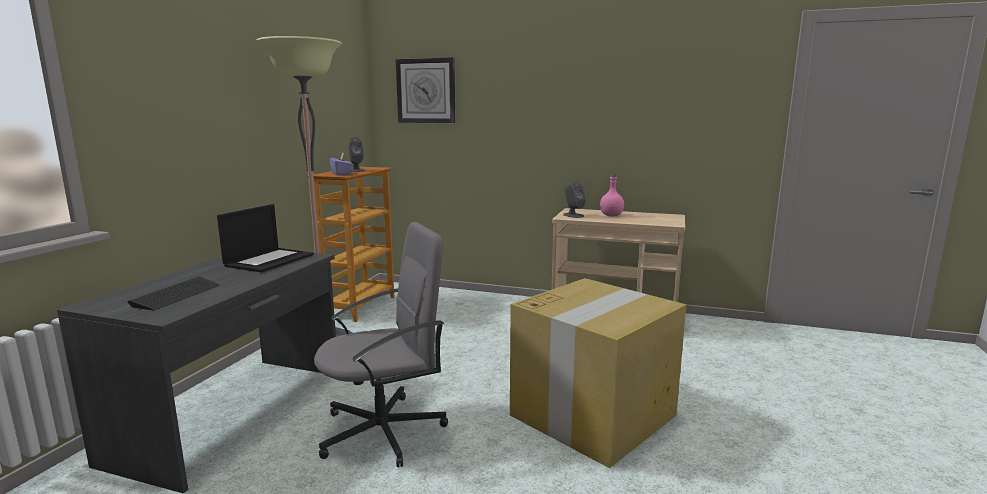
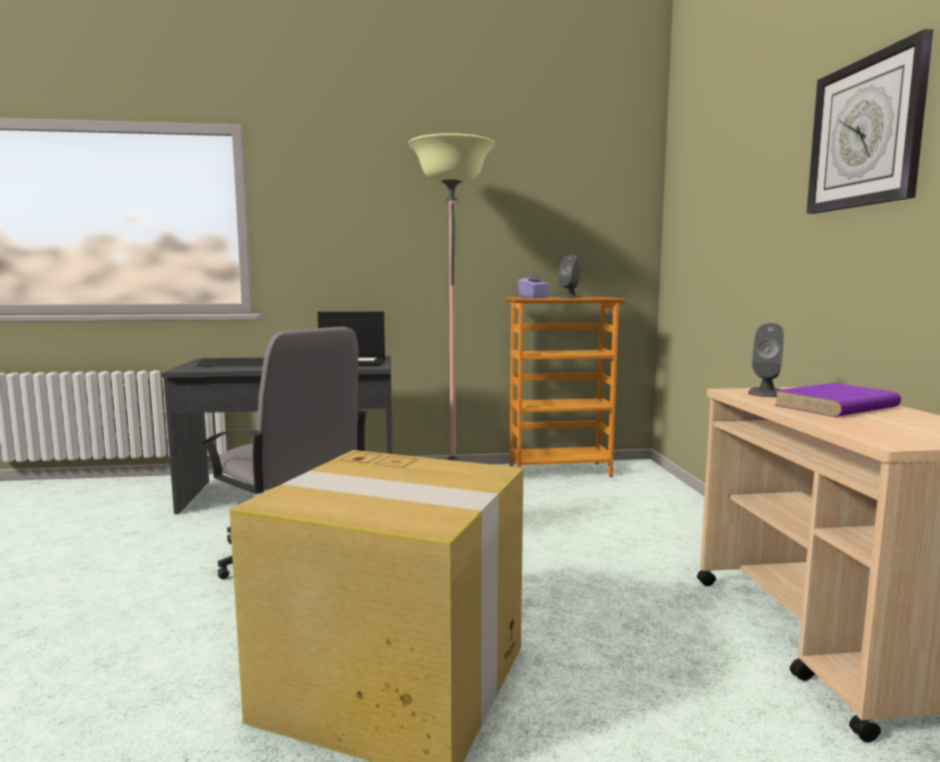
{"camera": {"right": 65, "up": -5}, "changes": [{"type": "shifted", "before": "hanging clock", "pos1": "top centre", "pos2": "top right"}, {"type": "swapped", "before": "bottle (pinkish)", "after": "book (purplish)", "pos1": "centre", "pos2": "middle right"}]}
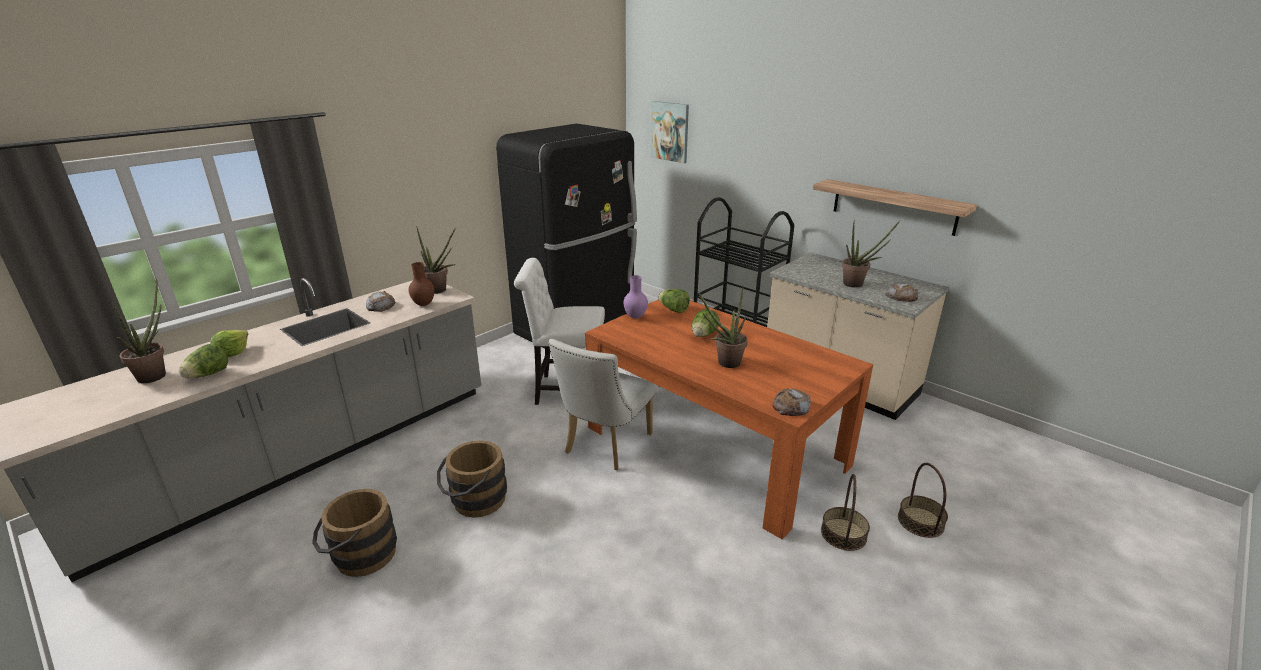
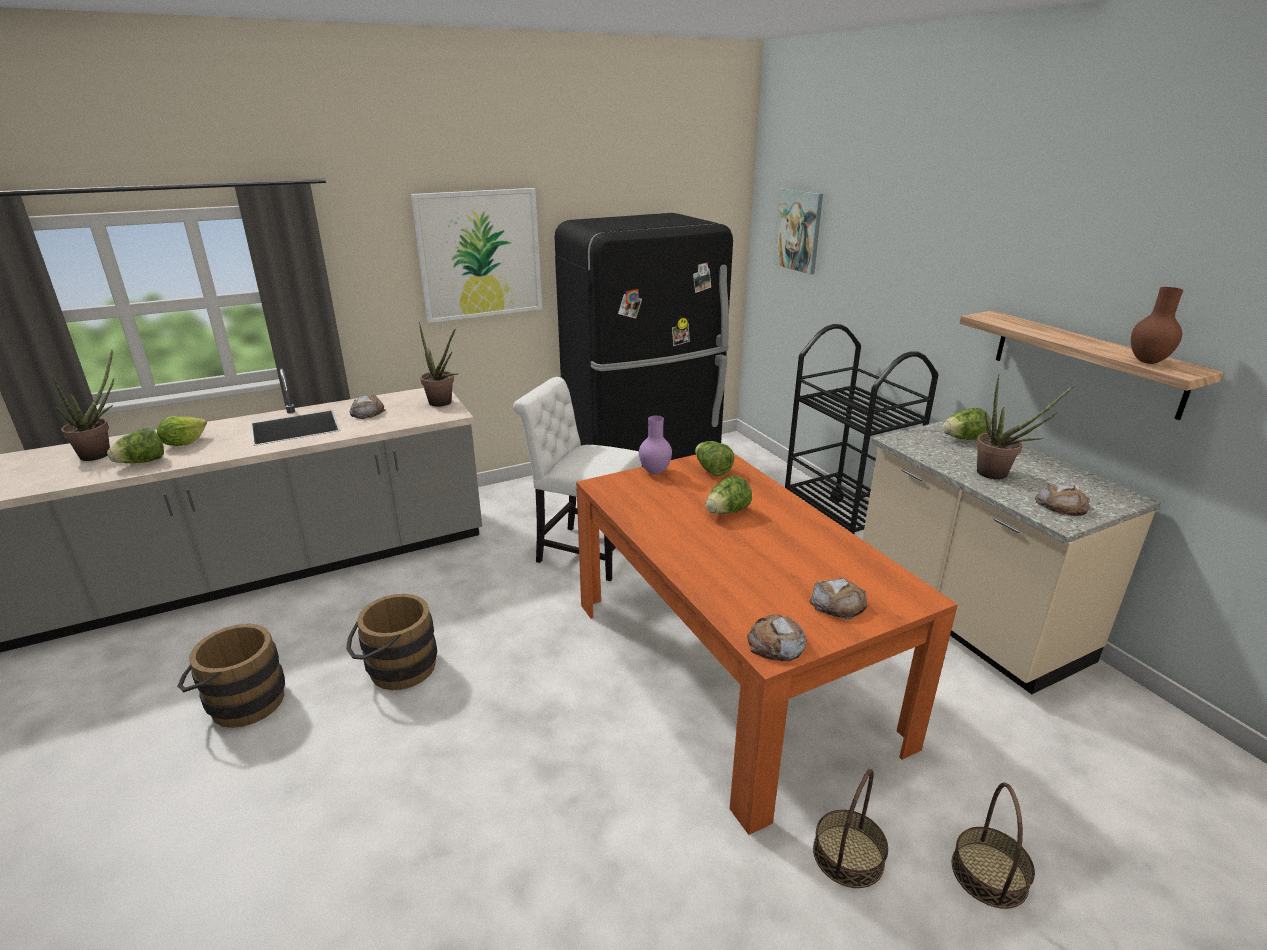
{"camera": {"right": 20, "up": 0}, "changes": [{"type": "shifted", "before": "decorative vase (brown-coloured)", "pos1": "centre", "pos2": "middle right"}, {"type": "gone", "before": "upright chair (white-coloured) (no. 2 from left)", "pos1": "centre"}, {"type": "gone", "before": "houseplant (no. 3 from left)", "pos1": "centre"}, {"type": "new", "after": "picture (no. 1 from left)", "pos2": "top centre"}, {"type": "new", "after": "baked bread (no. 3 from left)", "pos2": "centre"}, {"type": "new", "after": "head of lettuce (no. 5 from left)", "pos2": "middle right"}]}
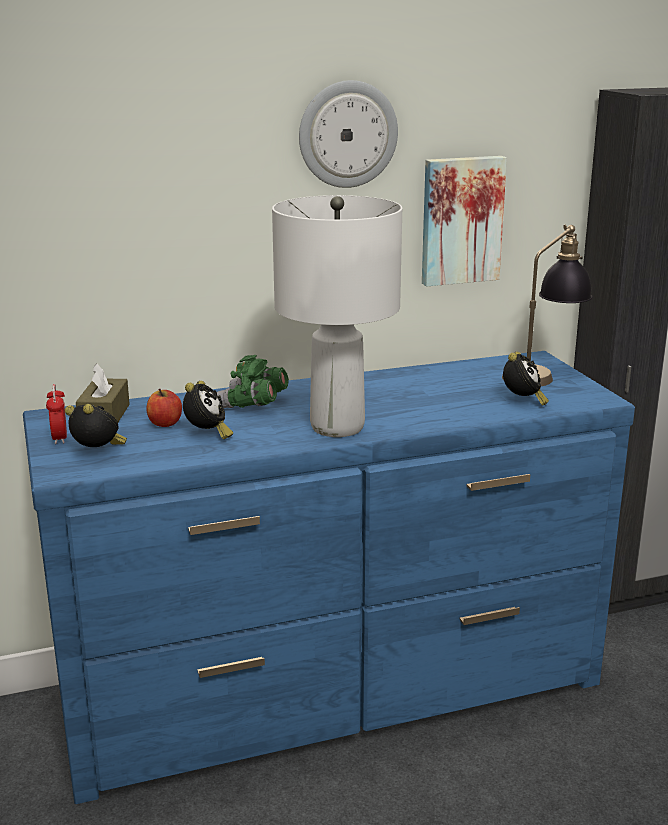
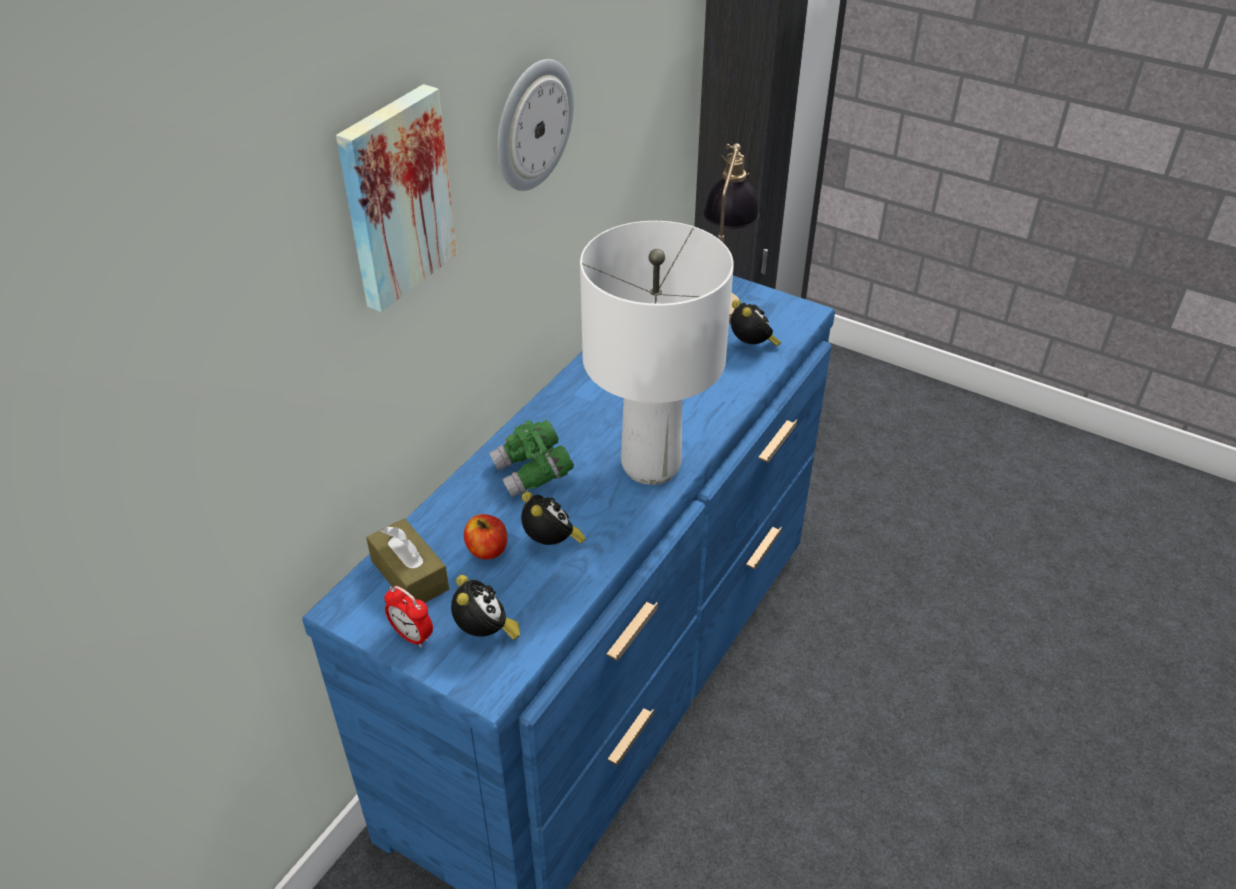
{"camera": {"right": -40, "up": 20}, "changes": [{"type": "rotated", "before": "bedside clock (no. 2 from left)", "pos1": "middle left", "pos2": "bottom centre", "turn": 90}, {"type": "shifted", "before": "picture", "pos1": "top right", "pos2": "top left"}]}
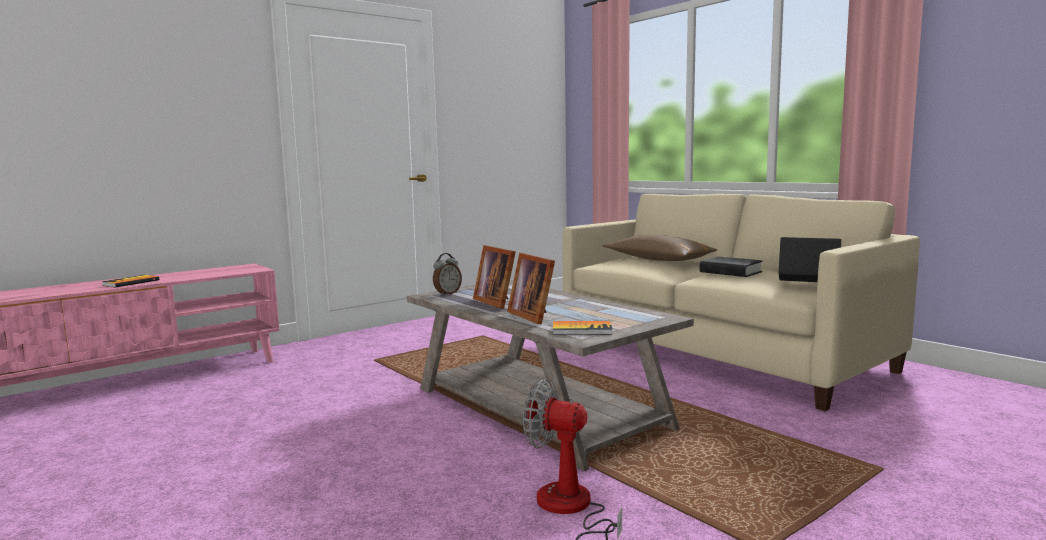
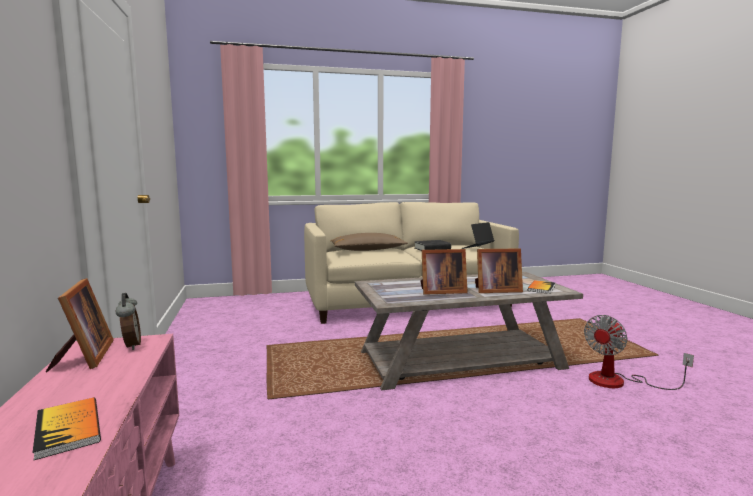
{"camera": {"right": -65, "up": 0}, "changes": [{"type": "shifted", "before": "bedside clock", "pos1": "centre", "pos2": "middle left"}, {"type": "new", "after": "photo frame (no. 1 from left)", "pos2": "middle left"}]}
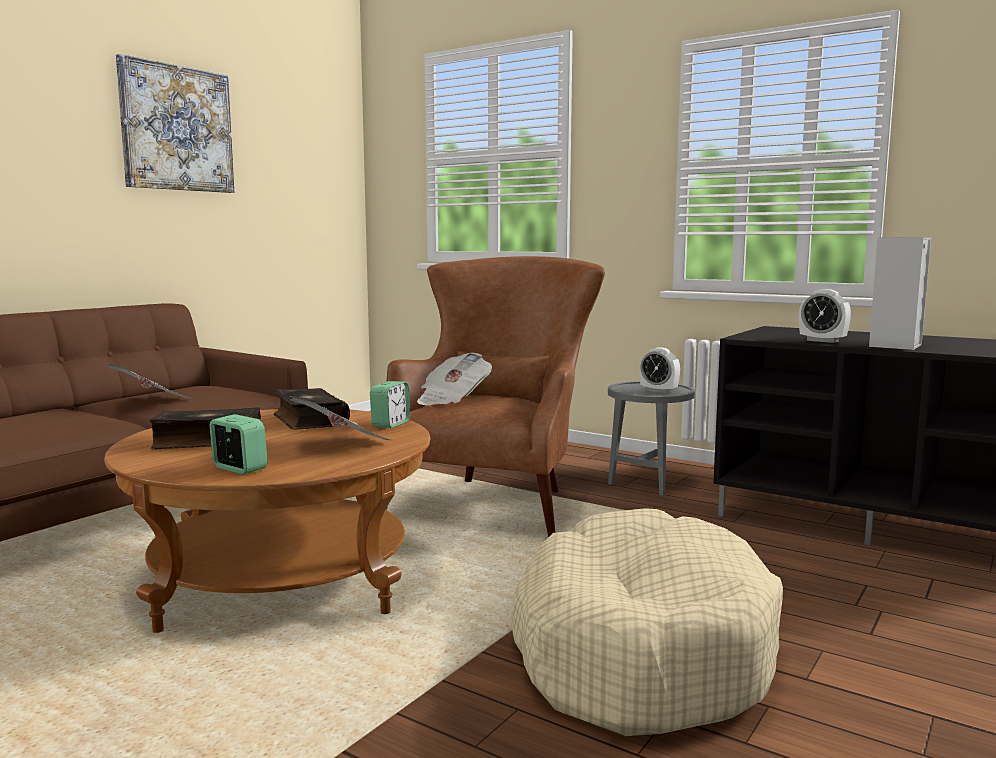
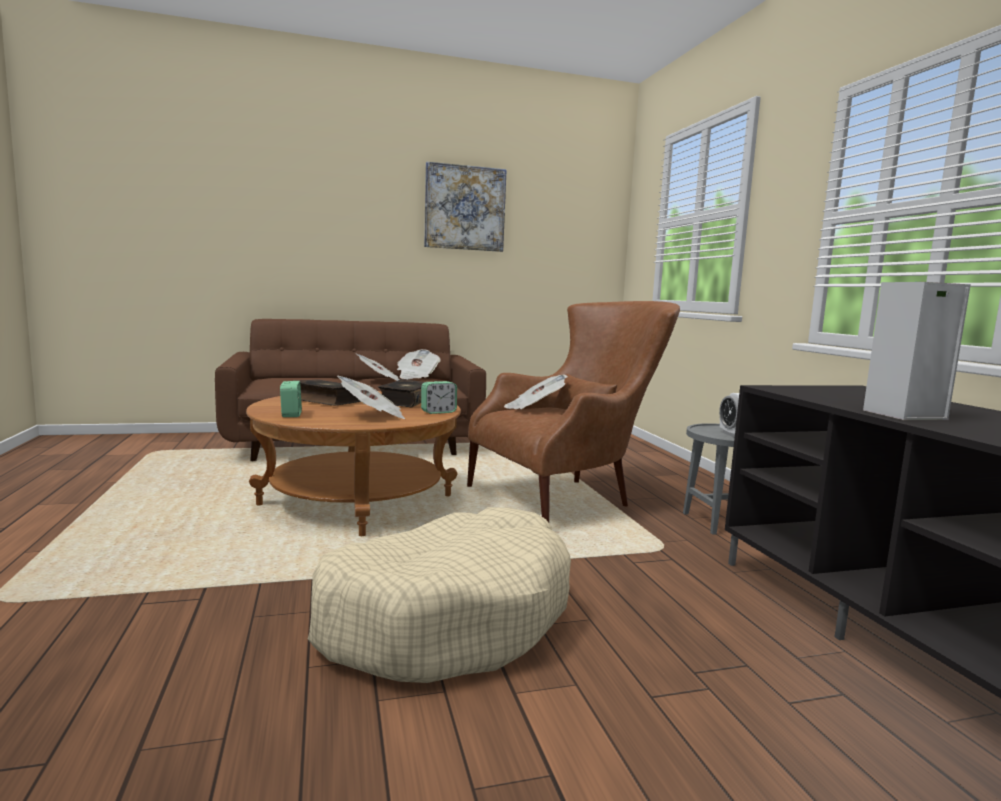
{"camera": {"right": 40, "up": 0}, "changes": [{"type": "gone", "before": "bedside clock (no. 4 from left)", "pos1": "middle right"}, {"type": "new", "after": "printed paper (no. 3 from left)", "pos2": "centre"}]}
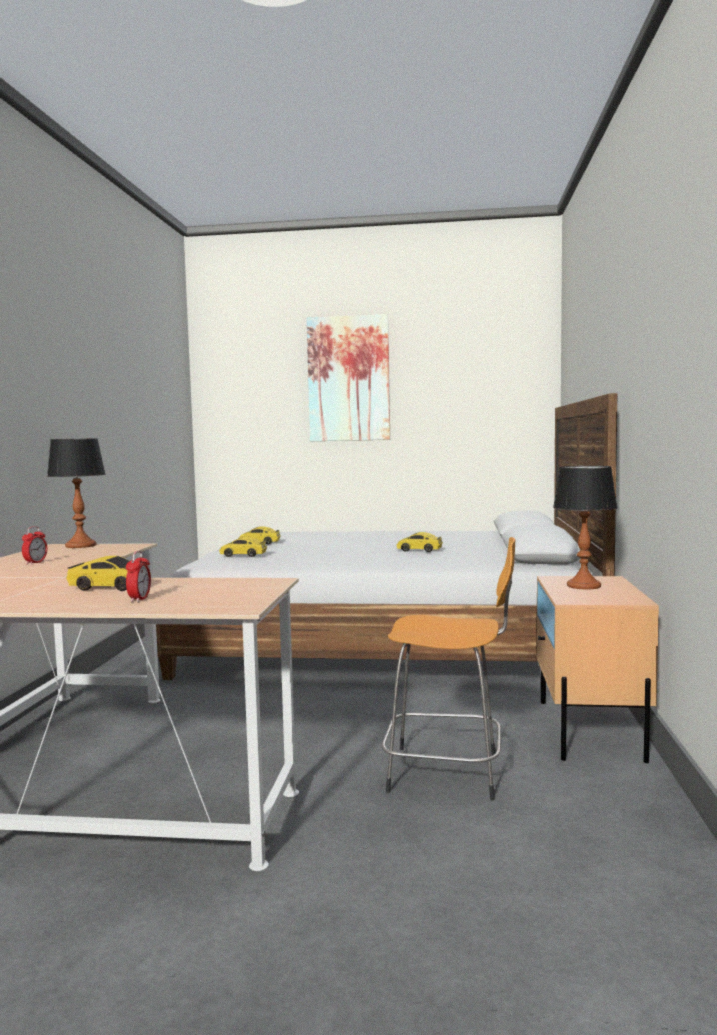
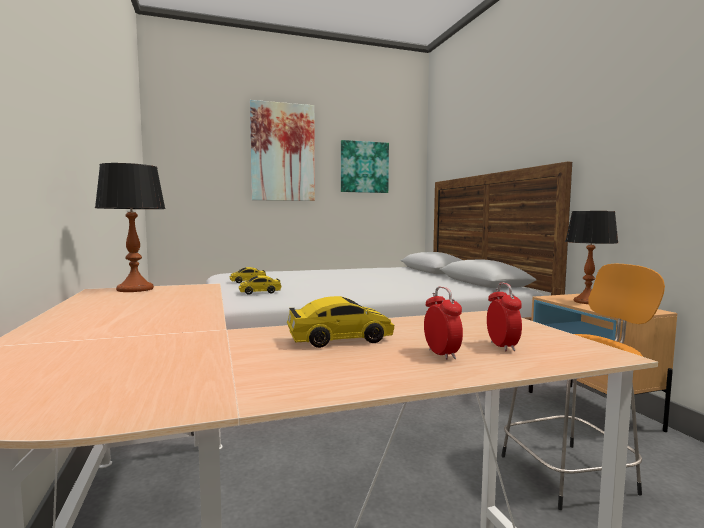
{"camera": {"right": -25, "up": 0}, "changes": [{"type": "shifted", "before": "bedside clock (no. 1 from left in the first image)", "after": "bedside clock (no. 2 from left)", "pos1": "middle left", "pos2": "middle right"}, {"type": "gone", "before": "model car (no. 4 from left)", "pos1": "centre"}, {"type": "new", "after": "picture (no. 2 from left)", "pos2": "top centre"}]}
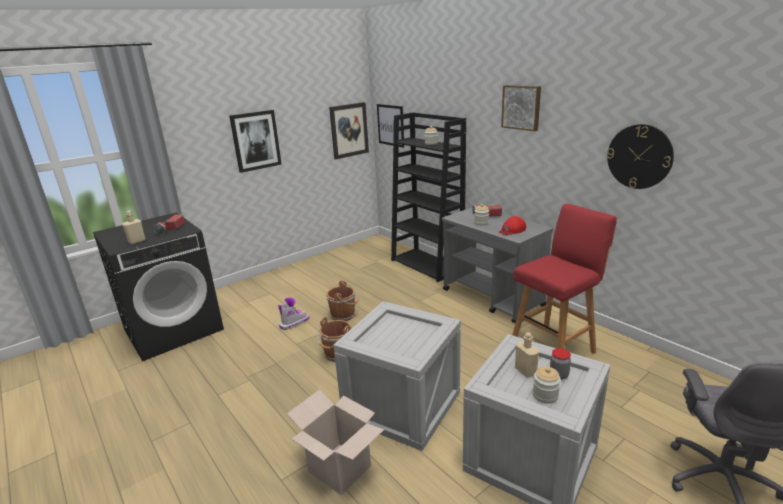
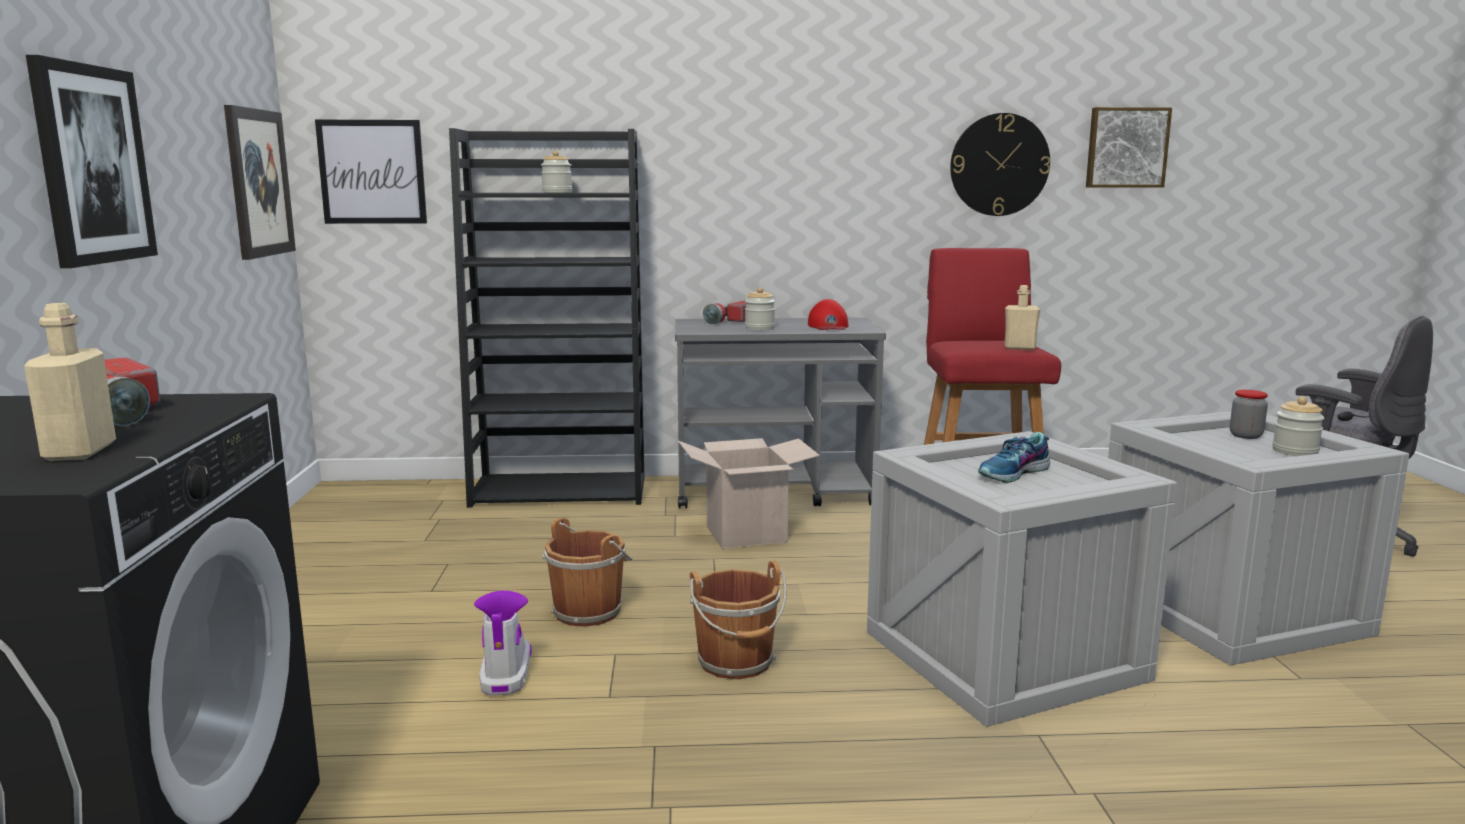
{"camera": {"right": -55, "up": -10}, "changes": [{"type": "shifted", "before": "cardboard box", "pos1": "bottom centre", "pos2": "centre"}, {"type": "shifted", "before": "picture (no. 4 from left)", "pos1": "top centre", "pos2": "top right"}, {"type": "shifted", "before": "bottle (beige-coloured) (no. 2 from left)", "pos1": "bottom right", "pos2": "middle right"}, {"type": "new", "after": "shoe", "pos2": "middle right"}]}
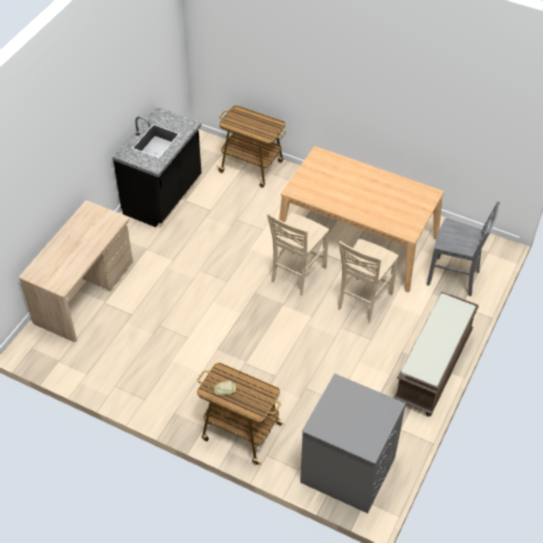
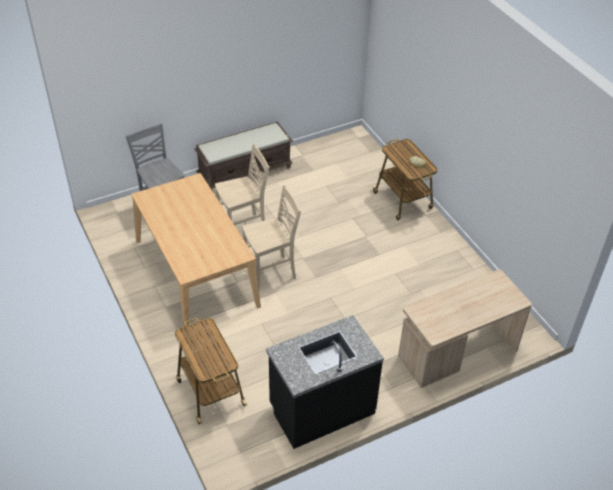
{"camera": {"right": -145, "up": -5}, "changes": [{"type": "gone", "before": "laundry machine (gray)", "pos1": "bottom centre"}]}
